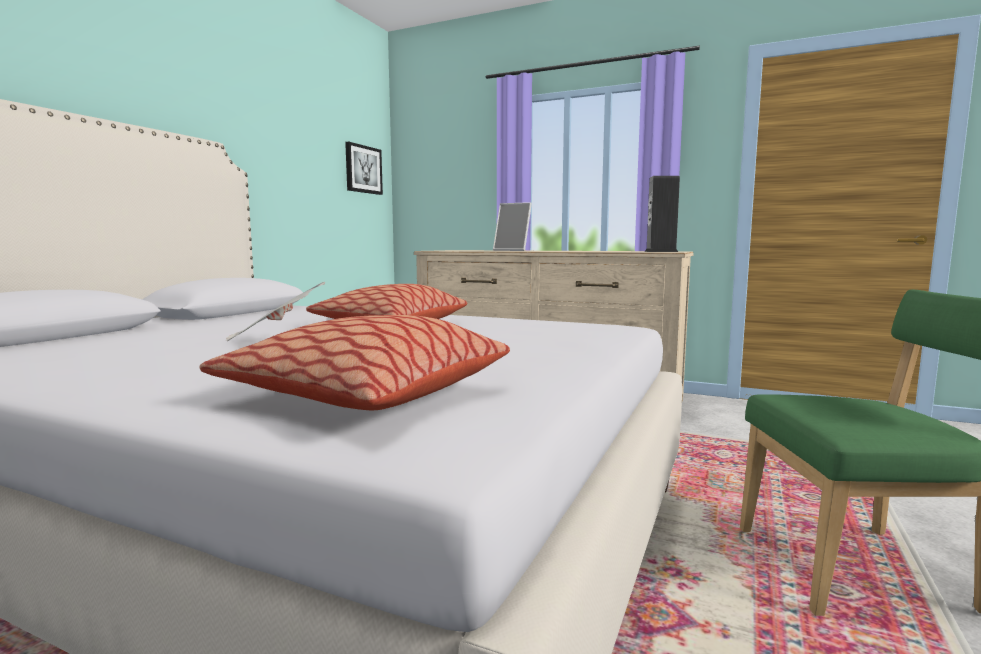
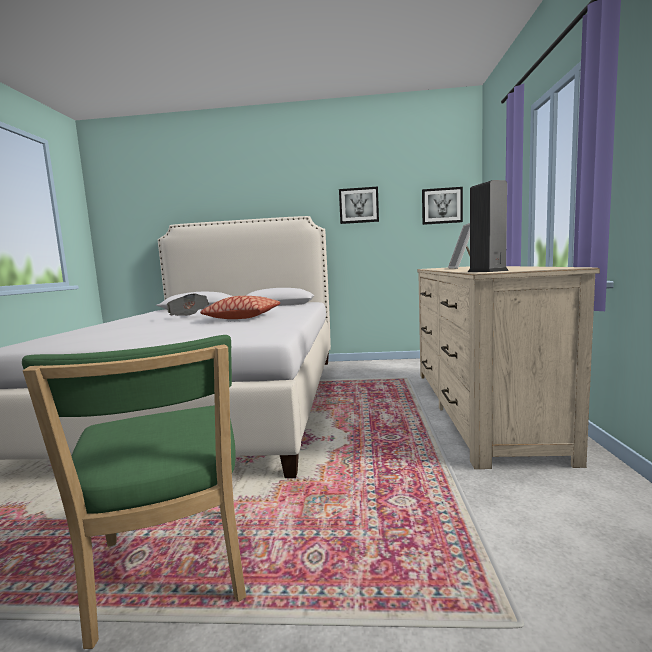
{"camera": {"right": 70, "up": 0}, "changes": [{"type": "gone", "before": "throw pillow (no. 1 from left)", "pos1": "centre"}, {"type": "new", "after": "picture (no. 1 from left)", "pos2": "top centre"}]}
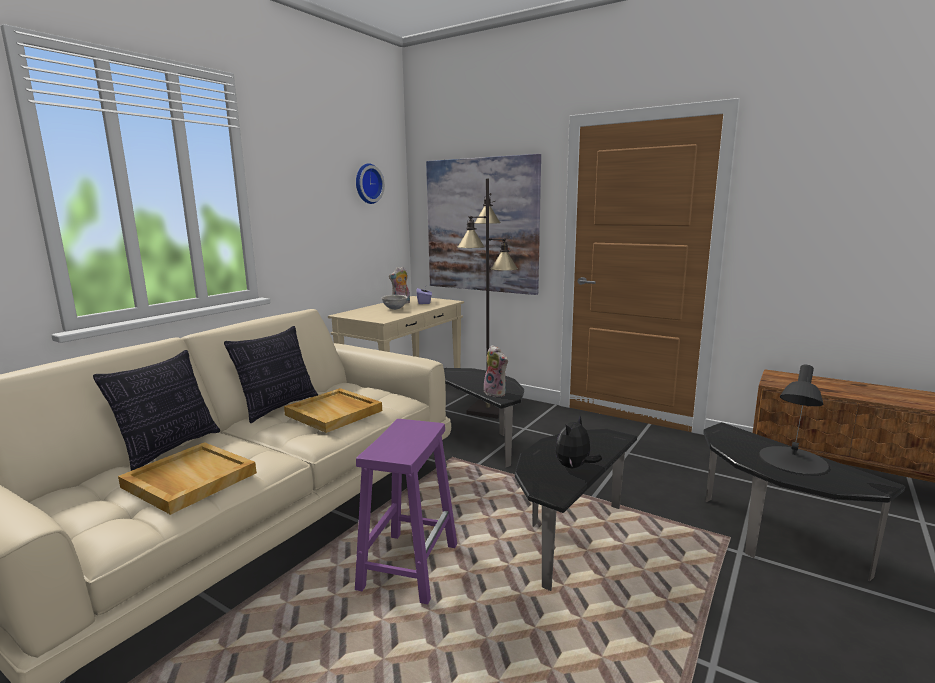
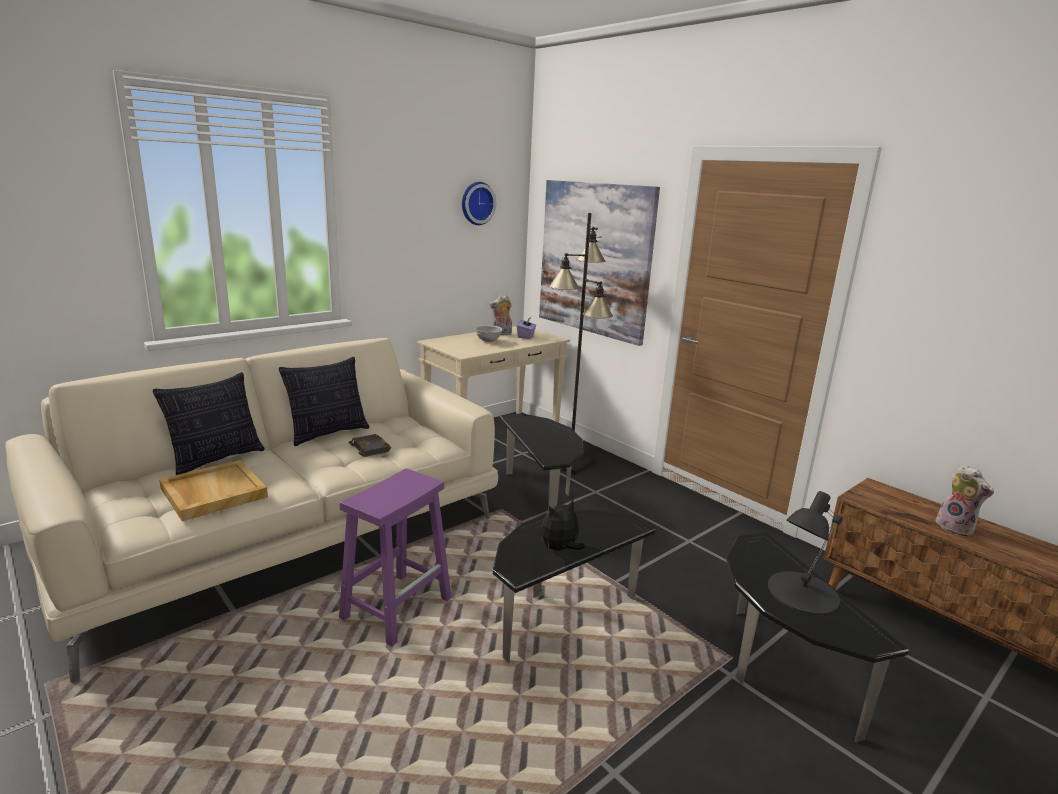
{"camera": {"right": 15, "up": 5}, "changes": [{"type": "swapped", "before": "serving tray (beige-coloured) (no. 2 from left)", "after": "book (black)", "pos1": "centre", "pos2": "centre"}, {"type": "shifted", "before": "cuddly toy (no. 2 from left in the first image)", "after": "cuddly toy (no. 3 from left)", "pos1": "centre", "pos2": "middle right"}]}
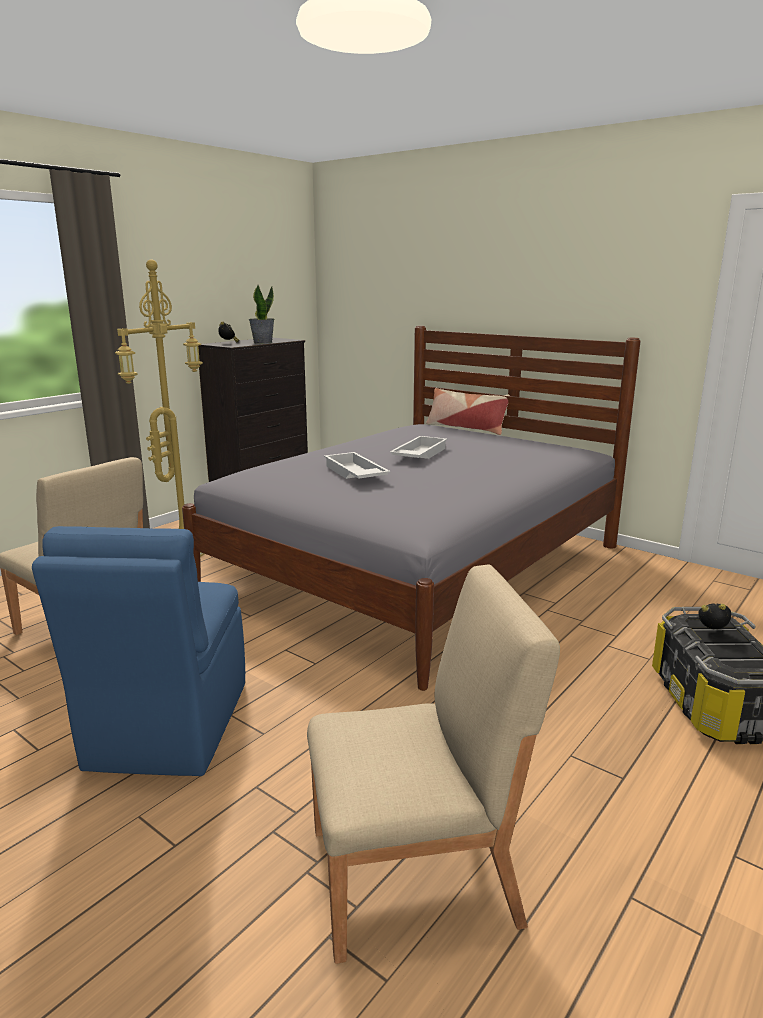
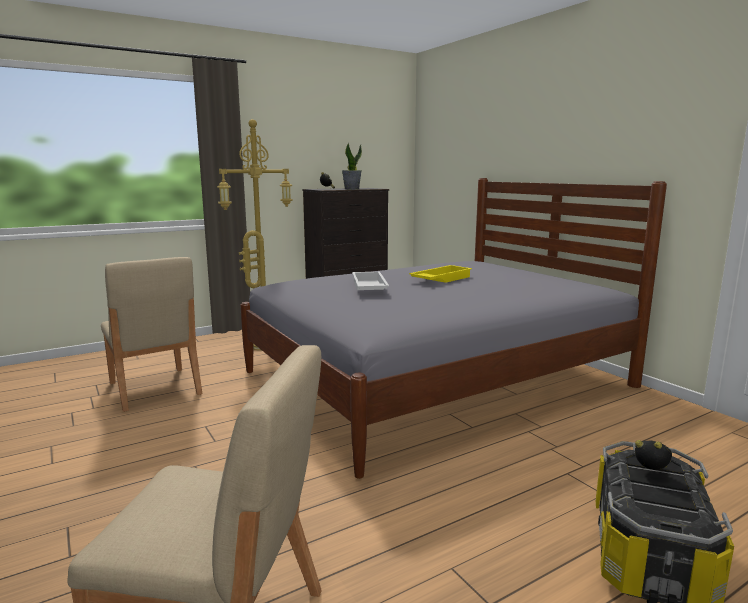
{"camera": {"right": 20, "up": -5}, "changes": [{"type": "gone", "before": "upright chair (blue-coloured)", "pos1": "middle left"}, {"type": "repainted", "before": "serving tray (white-coloured) (no. 2 from left)", "after": "serving tray (yellow)", "pos1": "centre", "pos2": "centre"}, {"type": "gone", "before": "throw pillow", "pos1": "centre"}]}
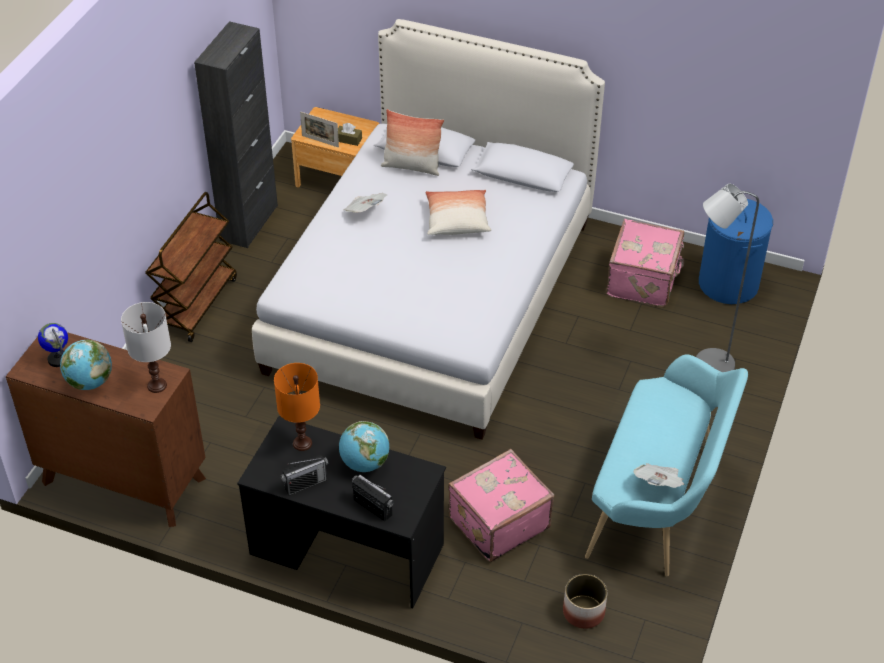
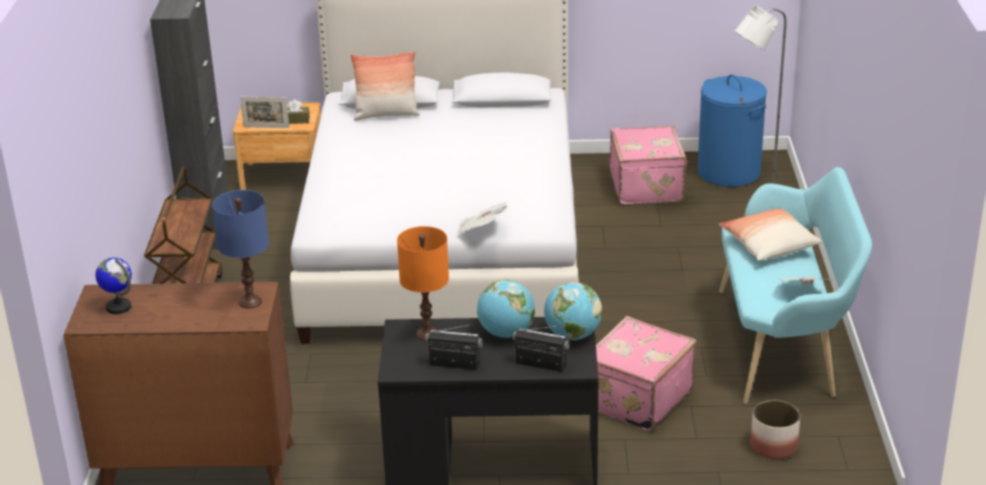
{"camera": {"right": -20, "up": -15}, "changes": [{"type": "shifted", "before": "desk globe (no. 2 from left in the first image)", "after": "desk globe (no. 3 from left)", "pos1": "middle left", "pos2": "centre"}, {"type": "repainted", "before": "tabletop lamp (white-coloured)", "after": "tabletop lamp (blue-coloured)", "pos1": "middle left", "pos2": "middle left"}, {"type": "rotated", "before": "radio receiver (no. 1 from left)", "pos1": "bottom centre", "pos2": "bottom centre", "turn": -120}, {"type": "shifted", "before": "printed paper (no. 1 from left)", "pos1": "top centre", "pos2": "centre"}, {"type": "shifted", "before": "throw pillow (no. 2 from left)", "pos1": "top centre", "pos2": "middle right"}]}
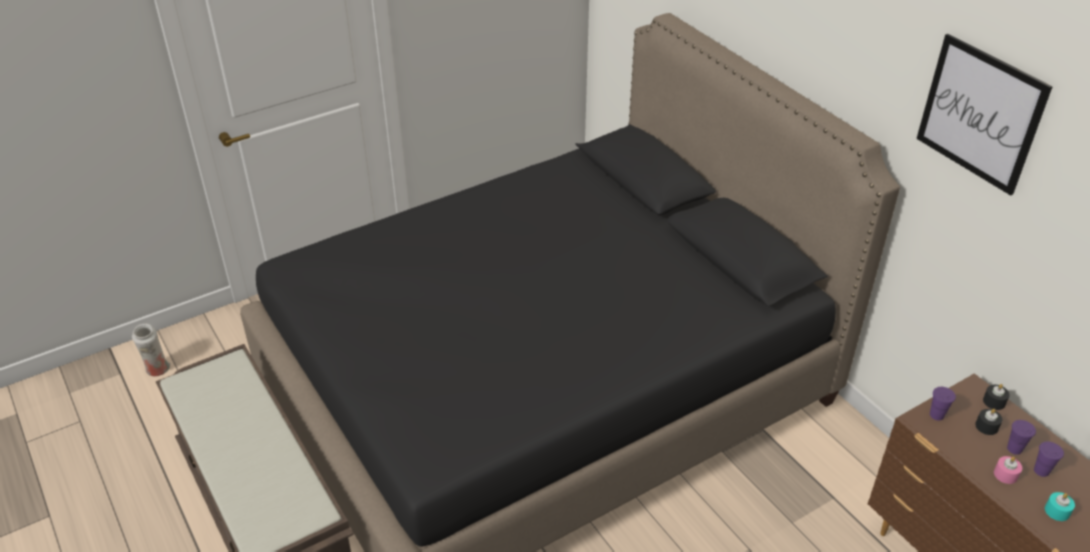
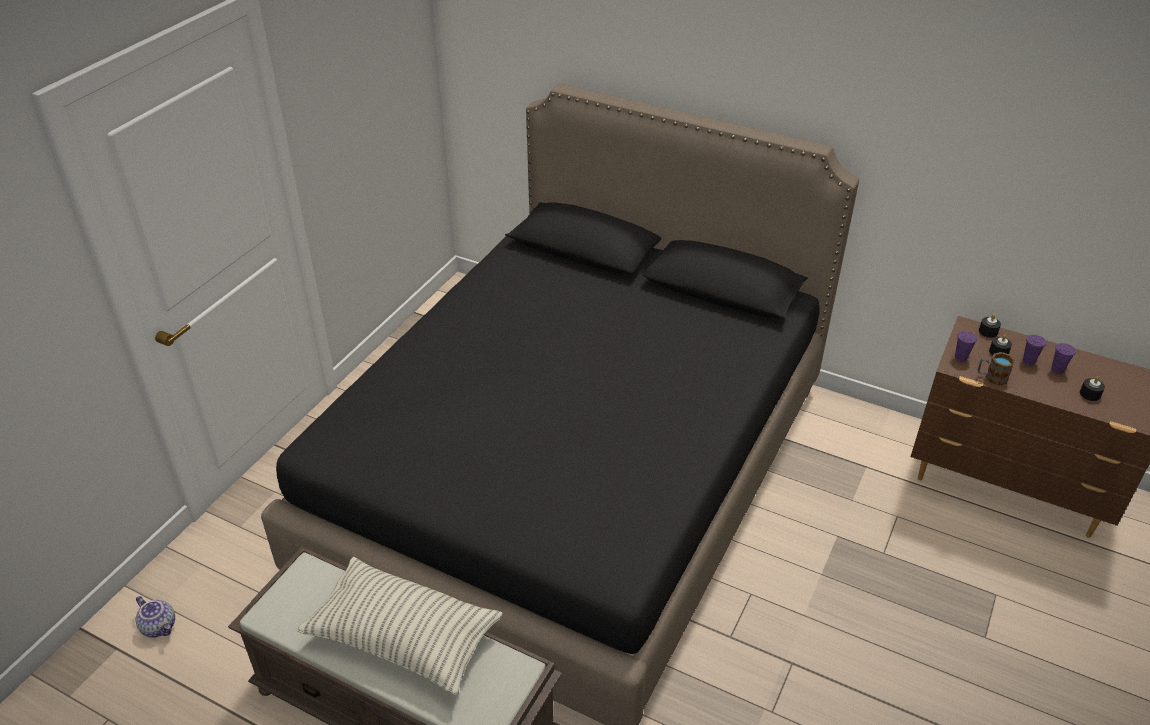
{"camera": {"right": -30, "up": 0}, "changes": [{"type": "swapped", "before": "decorative vase (white-coloured)", "after": "teapot", "pos1": "middle left", "pos2": "bottom left"}, {"type": "gone", "before": "picture", "pos1": "top right"}, {"type": "gone", "before": "wax candle (pinkish)", "pos1": "bottom right"}, {"type": "repainted", "before": "wax candle (turquoise-coloured)", "after": "wax candle (black) (no. 3 from left)", "pos1": "bottom right", "pos2": "middle right"}, {"type": "new", "after": "throw pillow", "pos2": "bottom centre"}, {"type": "new", "after": "mug", "pos2": "middle right"}]}
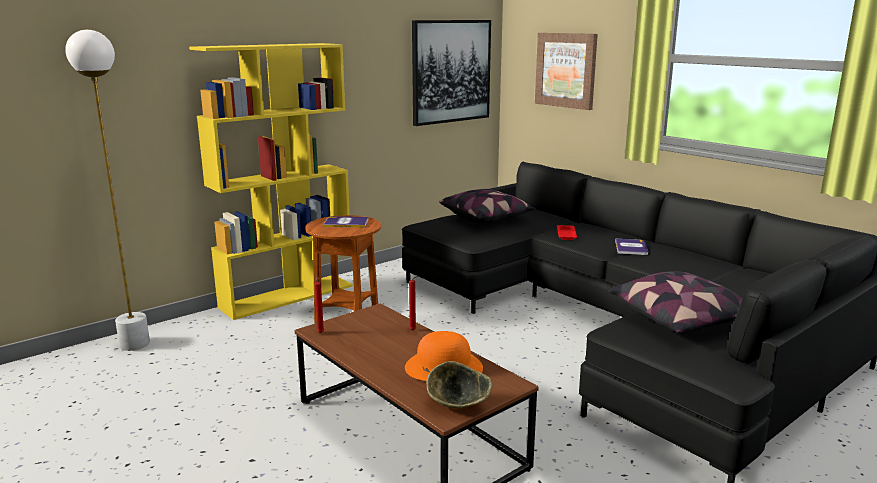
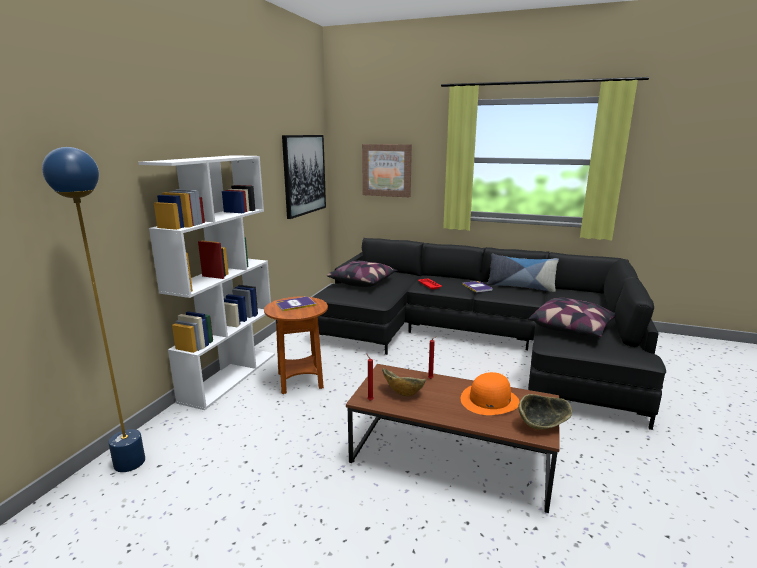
{"camera": {"right": -30, "up": 0}, "changes": [{"type": "repainted", "before": "floor lamp (white-coloured)", "after": "floor lamp (blue-coloured)", "pos1": "middle left", "pos2": "middle left"}, {"type": "repainted", "before": "bookshelf (yellow)", "after": "bookshelf (white-coloured)", "pos1": "middle left", "pos2": "middle left"}, {"type": "new", "after": "deep dish (no. 1 from left)", "pos2": "bottom centre"}, {"type": "new", "after": "throw pillow (no. 2 from left)", "pos2": "middle right"}]}
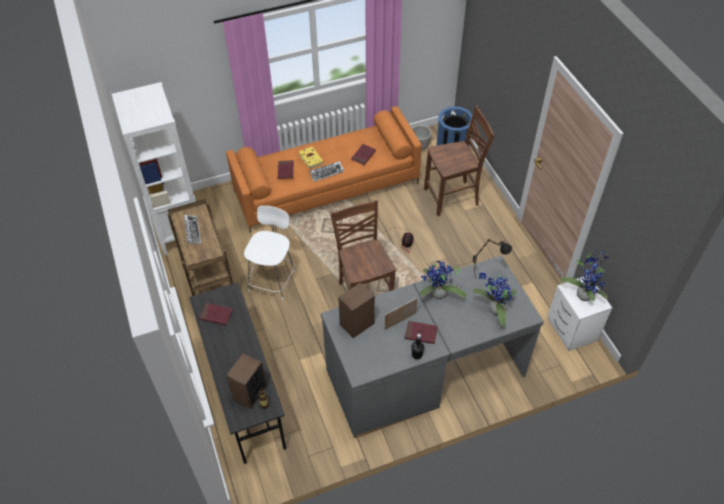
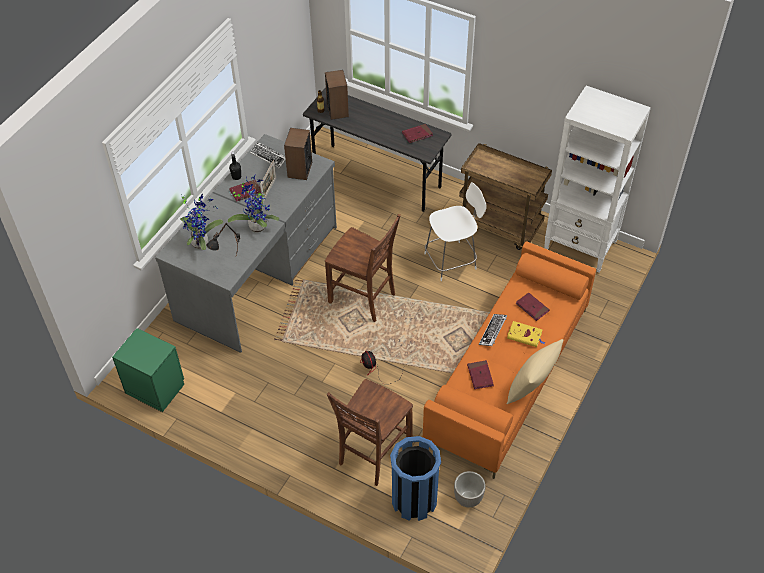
{"camera": {"right": 140, "up": 0}, "changes": [{"type": "shifted", "before": "PC keyboard (no. 1 from left)", "pos1": "middle left", "pos2": "top centre"}, {"type": "rotated", "before": "upright chair (white-coloured)", "pos1": "centre", "pos2": "centre", "turn": -90}, {"type": "repainted", "before": "nightstand (white-coloured)", "after": "nightstand (greenish)", "pos1": "middle right", "pos2": "middle left"}, {"type": "gone", "before": "houseplant (no. 3 from left)", "pos1": "middle right"}, {"type": "new", "after": "throw pillow (beige-coloured)", "pos2": "middle right"}]}
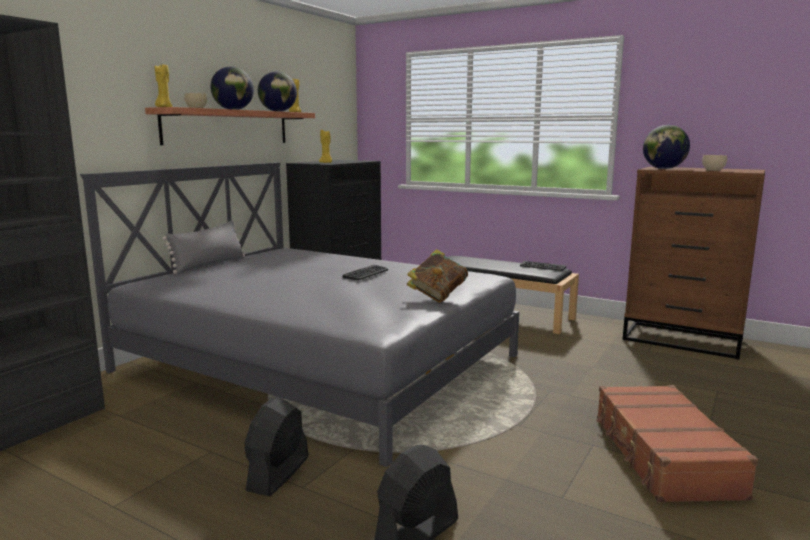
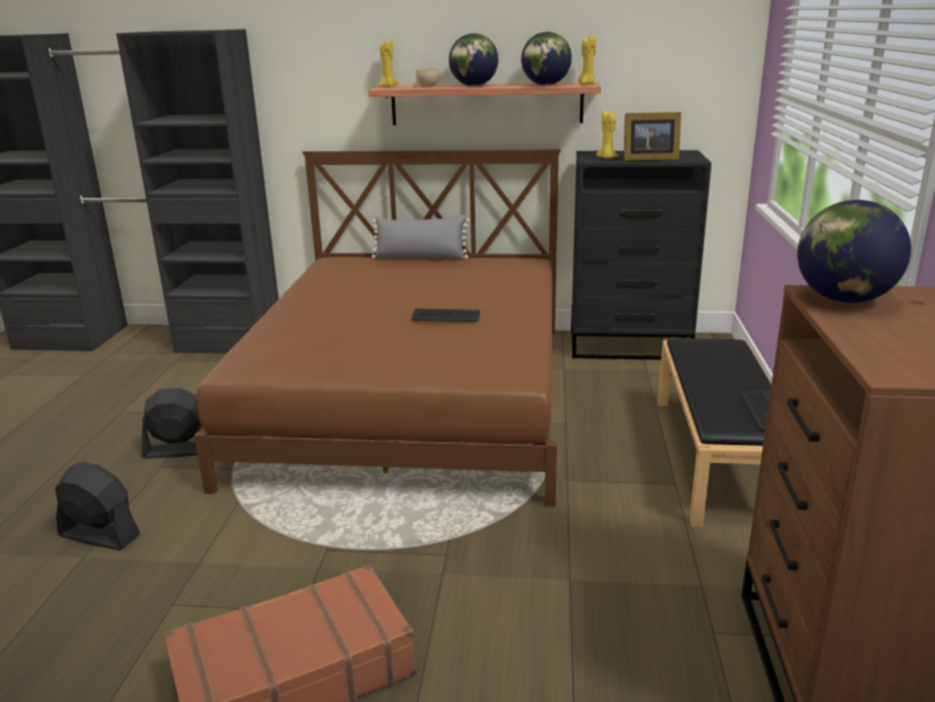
{"camera": {"right": 65, "up": 10}, "changes": [{"type": "repainted", "before": "bedroom bed (gray)", "after": "bedroom bed (brown-coloured)", "pos1": "centre", "pos2": "centre"}, {"type": "gone", "before": "book", "pos1": "centre"}, {"type": "gone", "before": "deep dish (beige-coloured) (no. 2 from left)", "pos1": "top right"}, {"type": "new", "after": "photo frame", "pos2": "top right"}]}
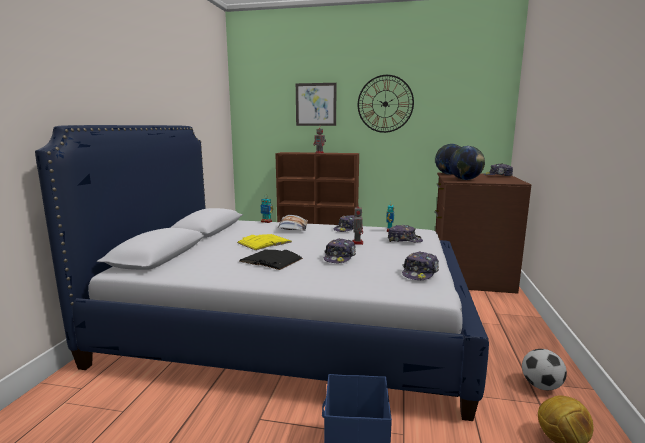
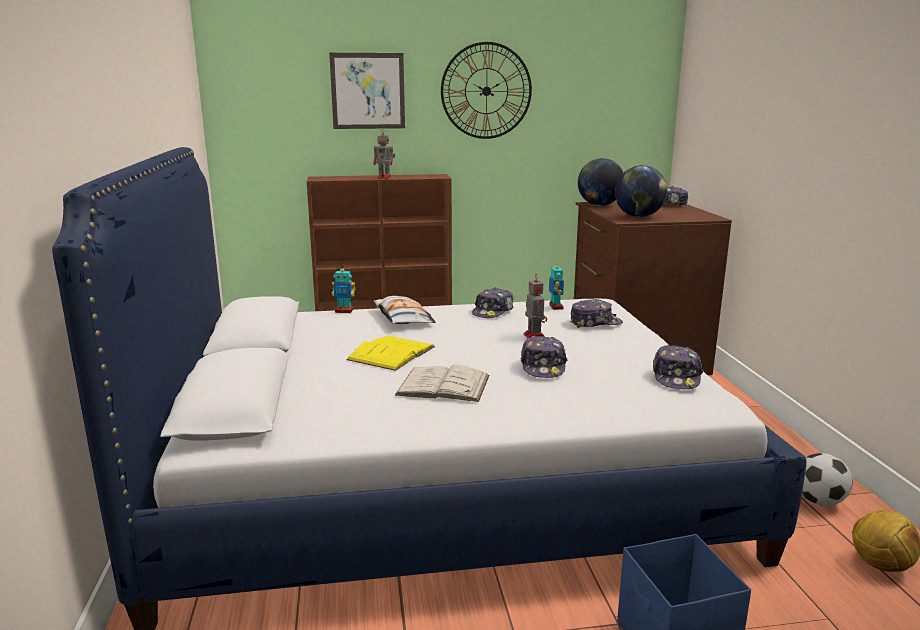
{"camera": {"right": -20, "up": 5}, "changes": [{"type": "repainted", "before": "book (black)", "after": "book (white-coloured)", "pos1": "centre", "pos2": "centre"}]}
